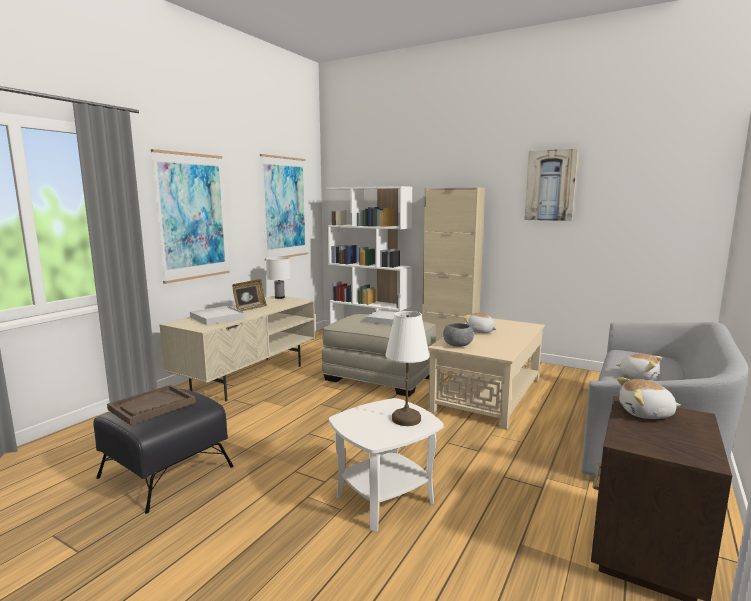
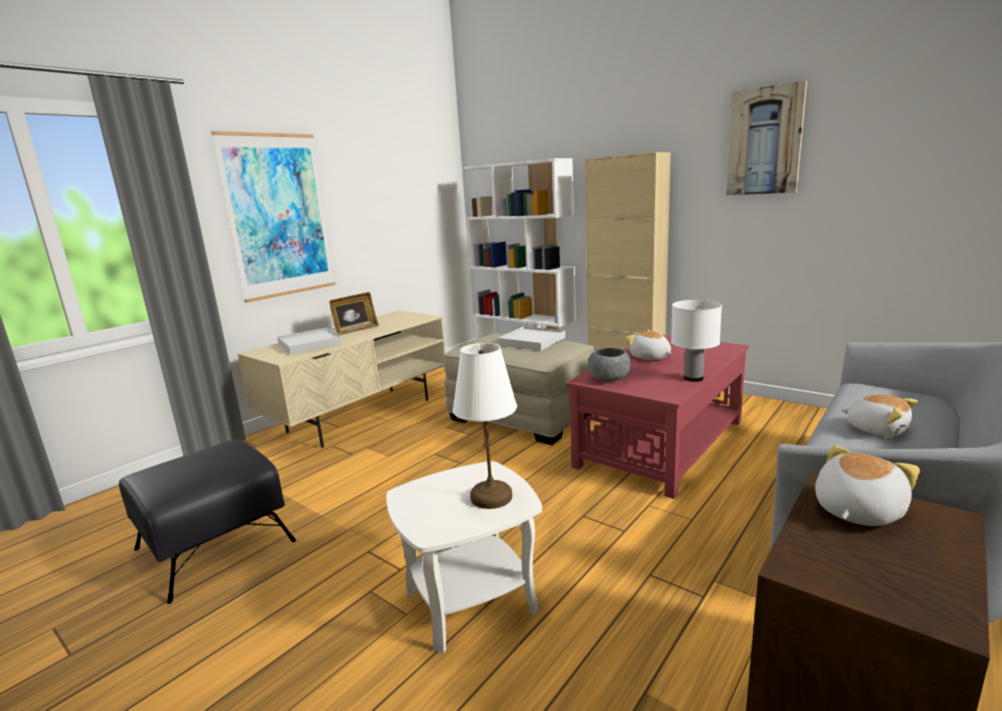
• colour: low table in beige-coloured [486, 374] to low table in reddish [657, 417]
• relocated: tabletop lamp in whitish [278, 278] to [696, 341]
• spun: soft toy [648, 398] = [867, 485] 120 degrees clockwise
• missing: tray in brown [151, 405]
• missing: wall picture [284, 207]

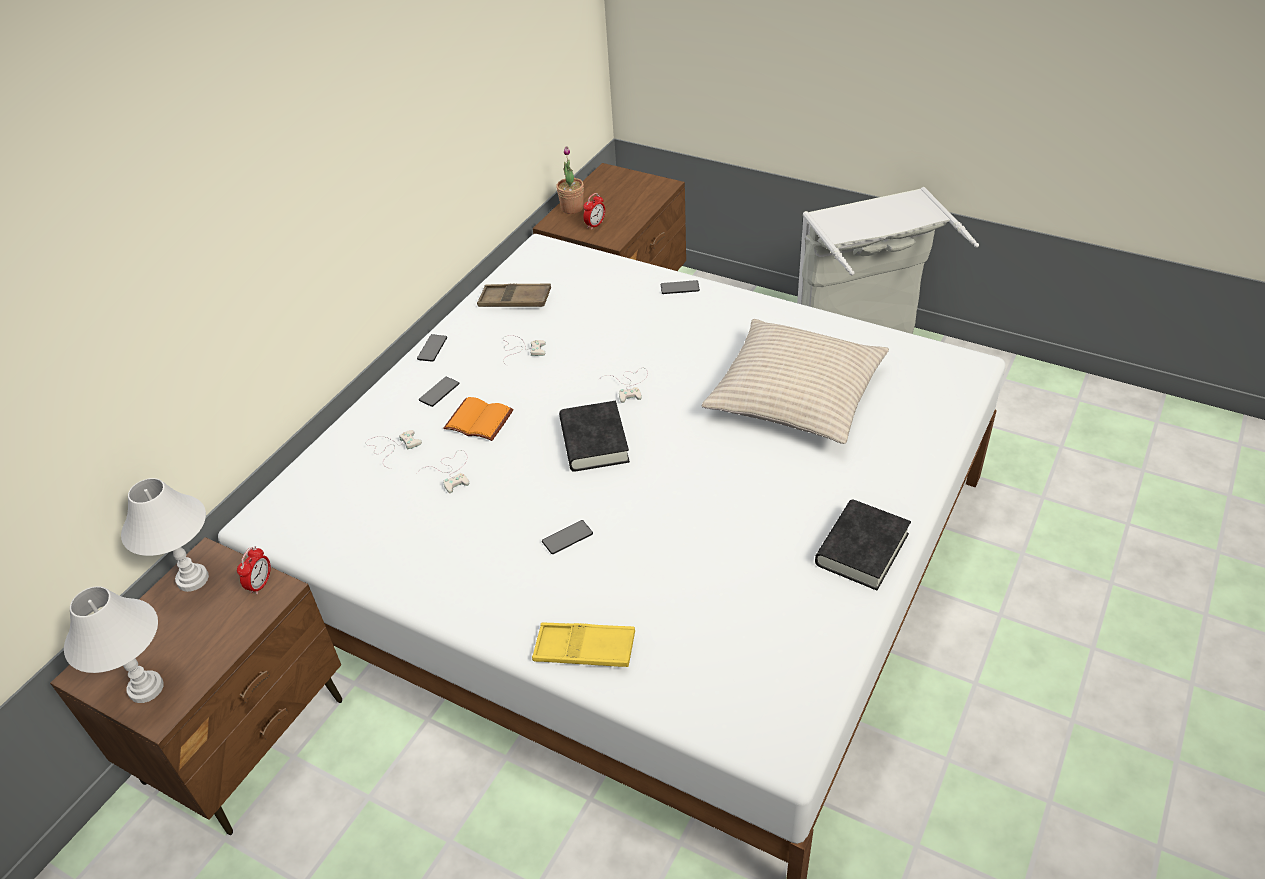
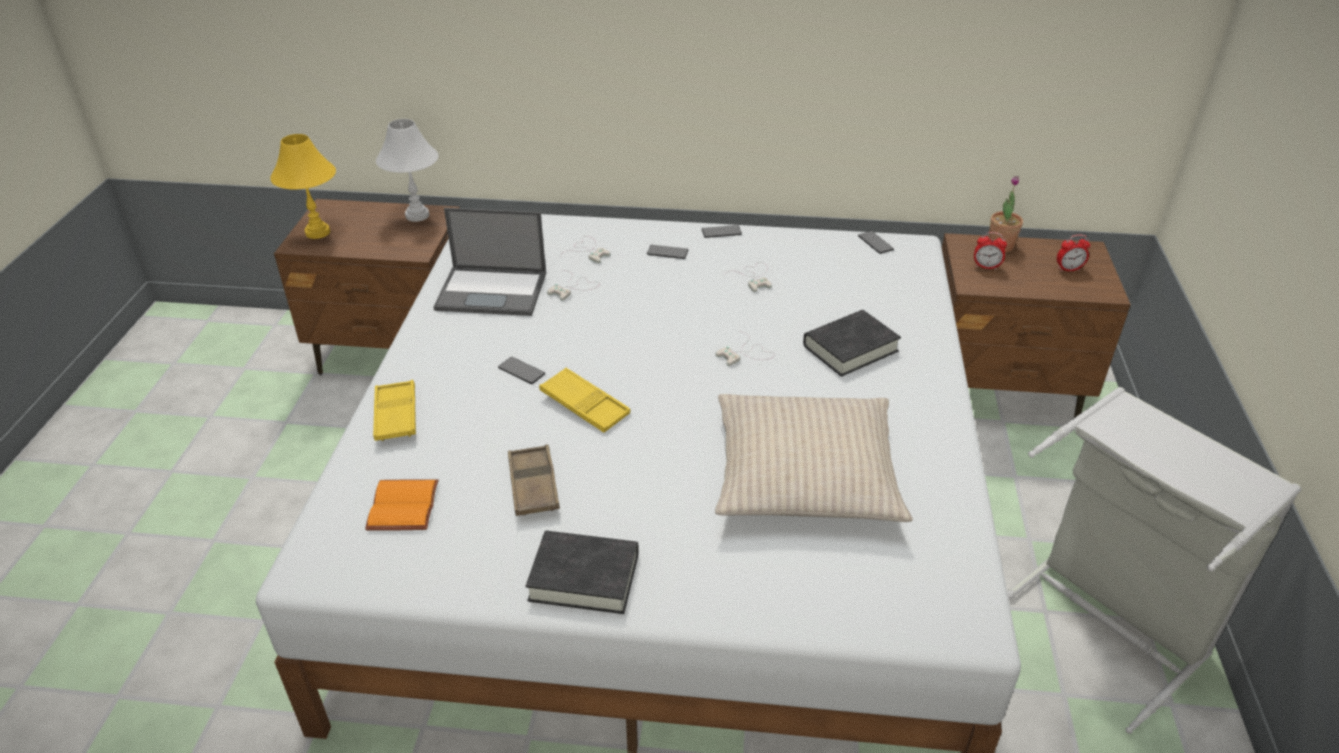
• colour: tabletop lamp in whitish [114, 644] to tabletop lamp in yellow-coloured [303, 186]
• relocated: volume in orange-coloured [478, 419] to [402, 504]
• appeared: portable computer [489, 262]
• relocated: tray in brown [514, 295] to [534, 480]
• appeared: tray in yellow-coloured [584, 400]
• relocated: volume in black [594, 436] to [852, 343]
• relocated: handset [680, 287] to [876, 242]
• relocated: table clock [254, 570] to [1073, 253]

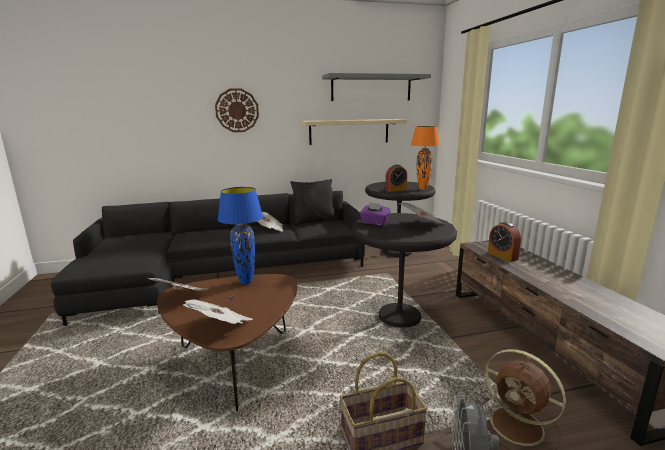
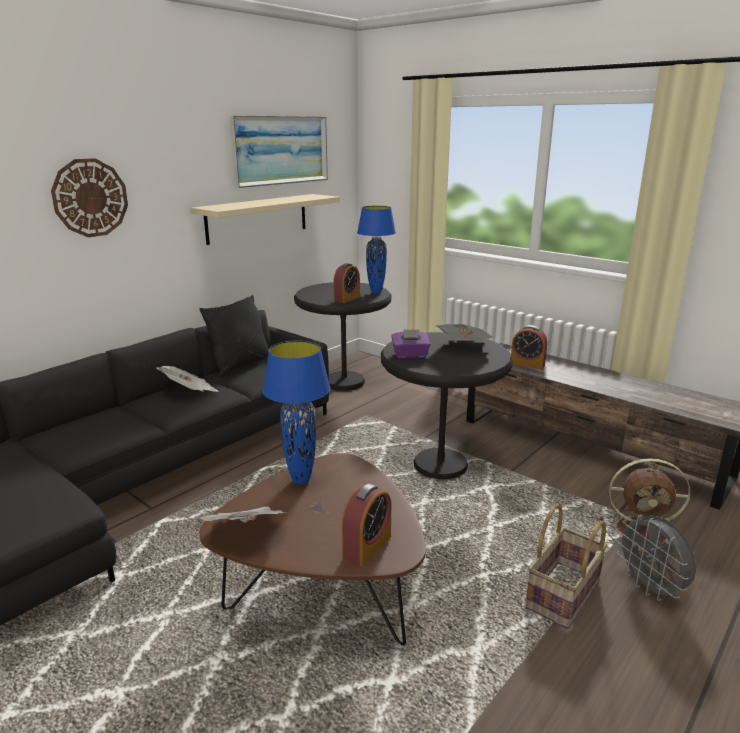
• exchanged: wall shelf in gray [376, 87] to wall picture [278, 151]
• exchanged: daily paper [218, 311] to table clock [366, 525]
• colour: tabletop lamp in orange-coloured [425, 158] to tabletop lamp in blue-coloured [376, 250]

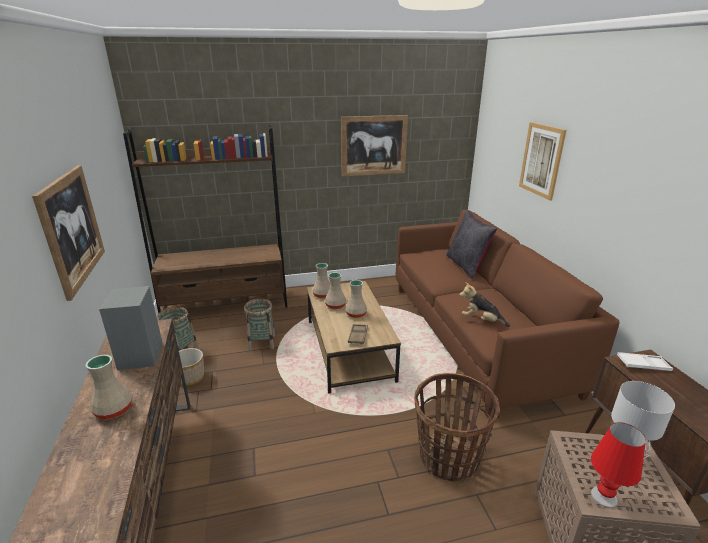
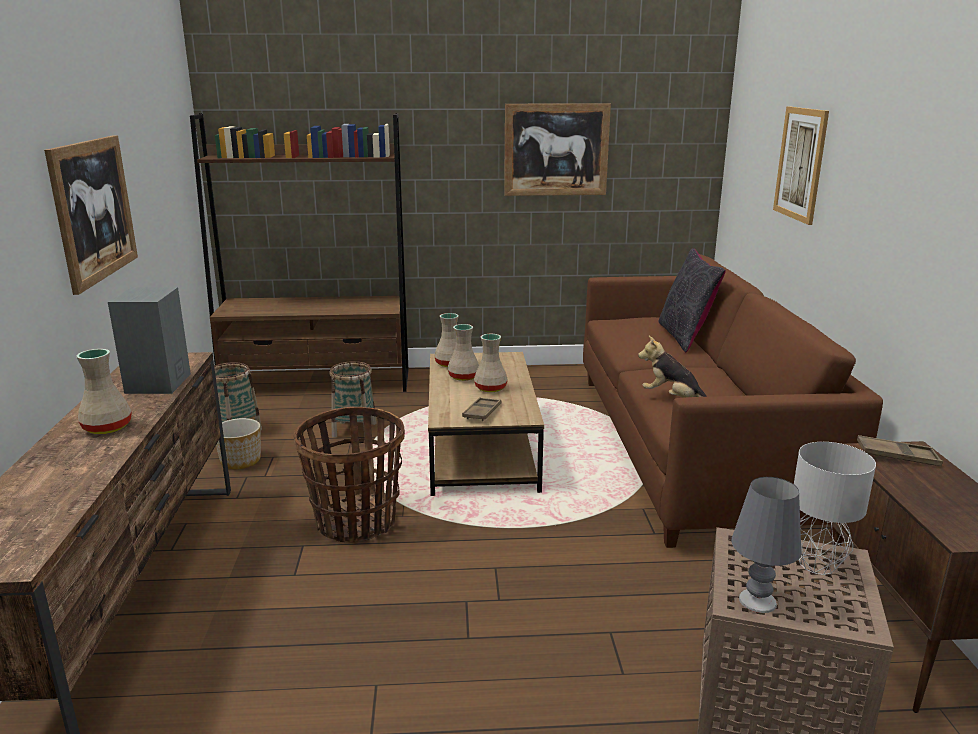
• relocated: household basket [457, 427] to [349, 475]
• colour: tabletop lamp in reddish [618, 465] to tabletop lamp in gray [766, 545]
• colour: tray in whitish [645, 361] to tray in brown [900, 450]

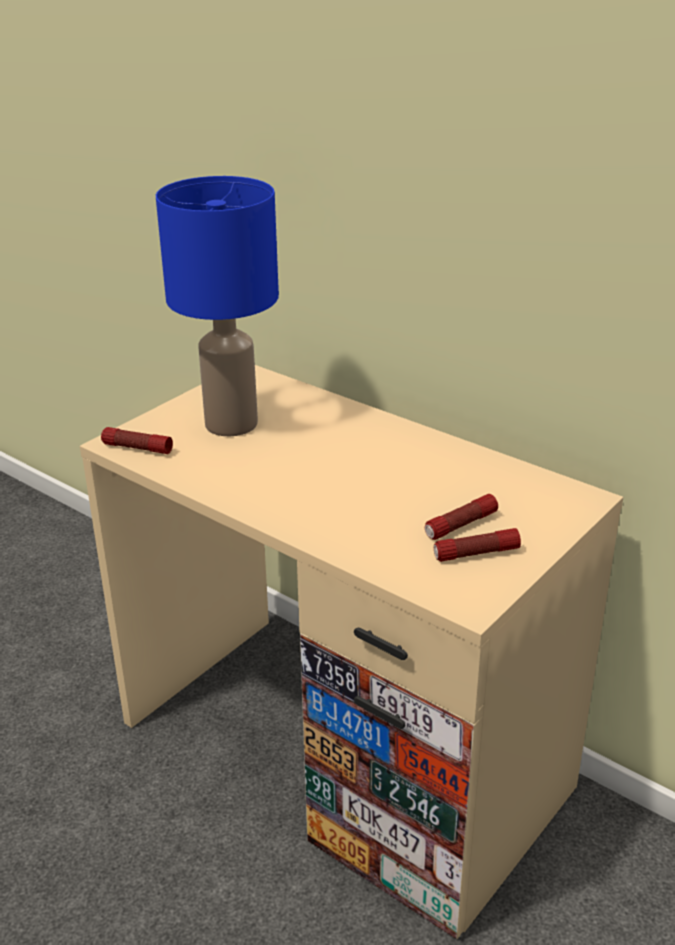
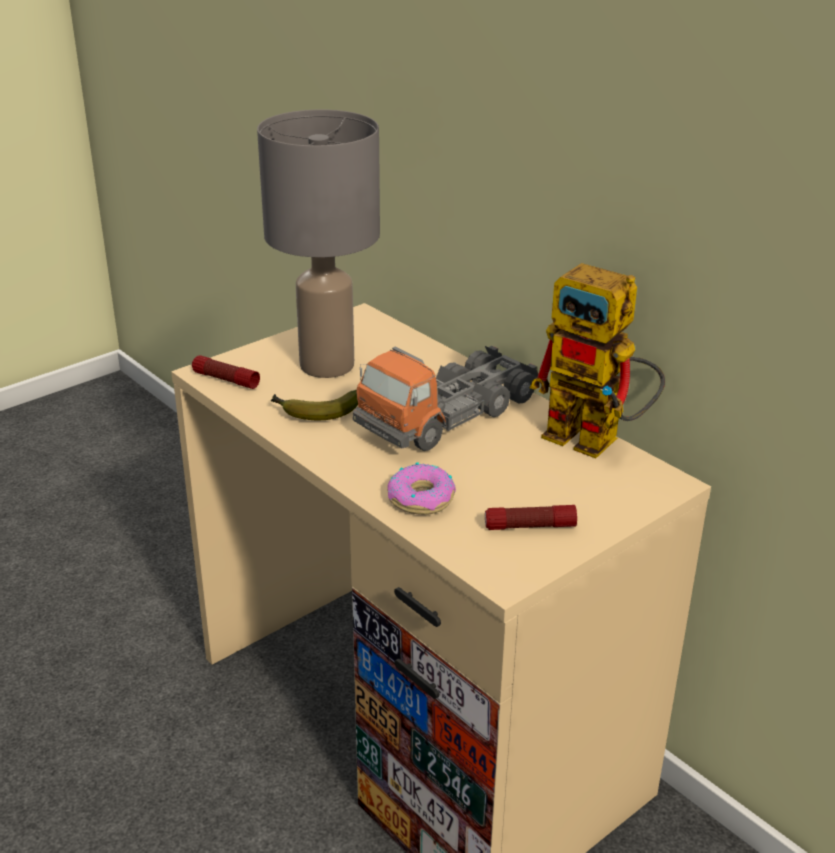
• colour: tabletop lamp in blue-coloured [217, 306] to tabletop lamp in gray [318, 243]
• appeared: whole banana [314, 405]
• appeared: model truck [445, 398]
• appeared: donut [421, 488]
• appeared: model robot [597, 360]
• missing: flashlight [461, 517]

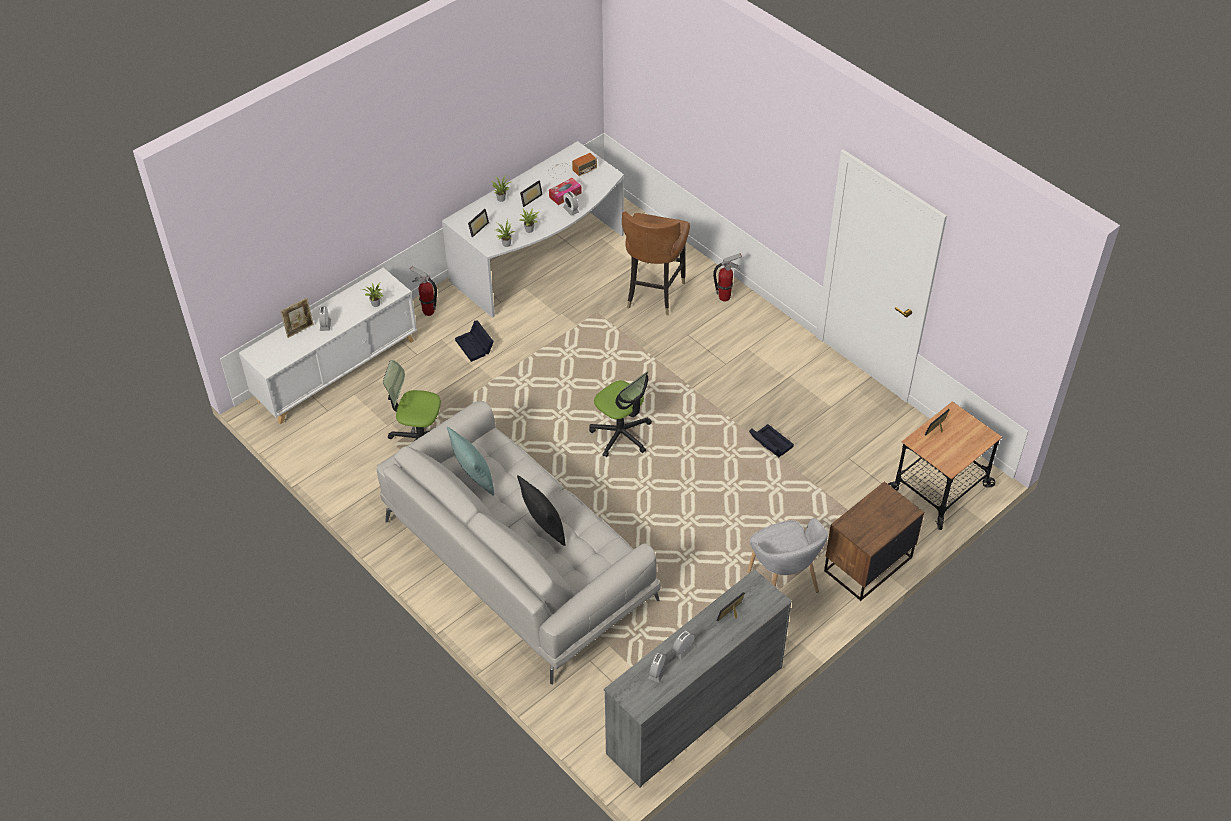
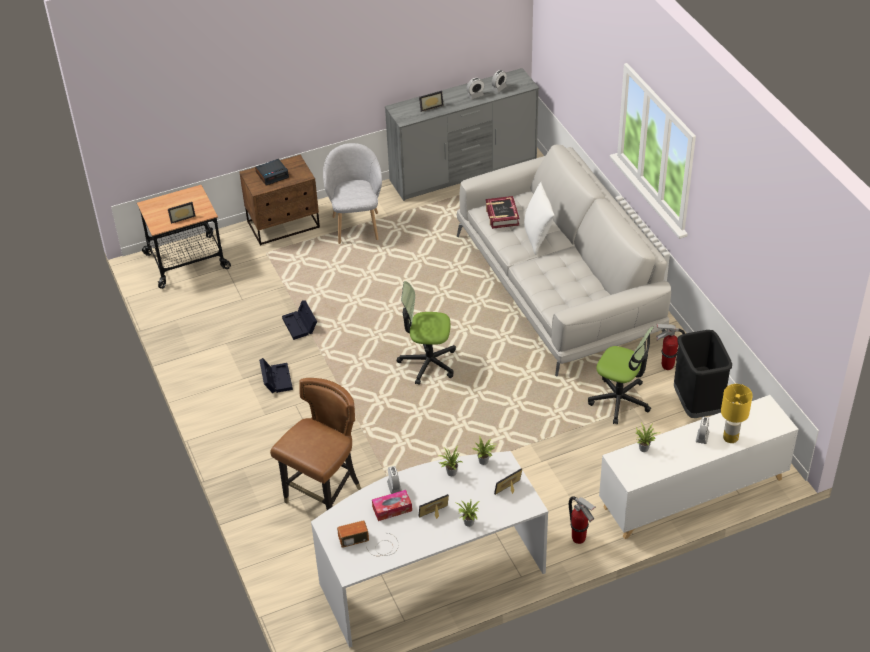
• appeared: table clock [272, 172]
• relocated: storage box in black [474, 341] to [276, 375]
• spun: computer chair [620, 414] = [426, 333] 60 degrees counterclockwise
• appeared: volume [503, 212]
• colour: throw pillow in black [541, 510] to throw pillow in whitish [539, 218]
• relocated: fire-fighting cylinder [727, 277] to [670, 347]
• appeared: rubbish bin in black [703, 374]
• exchanged: standing frame [297, 318] to tabletop lamp in yellow-coloured [737, 413]
• missing: throw pillow in turquoise-coloured [470, 460]

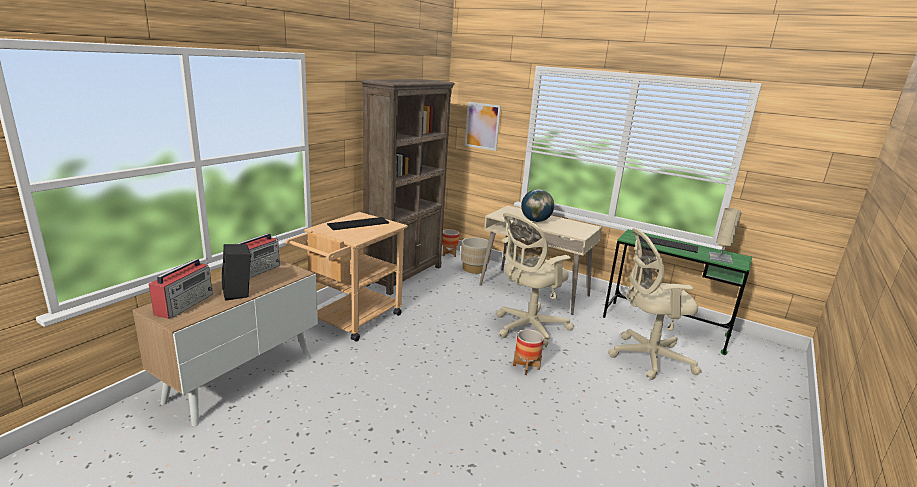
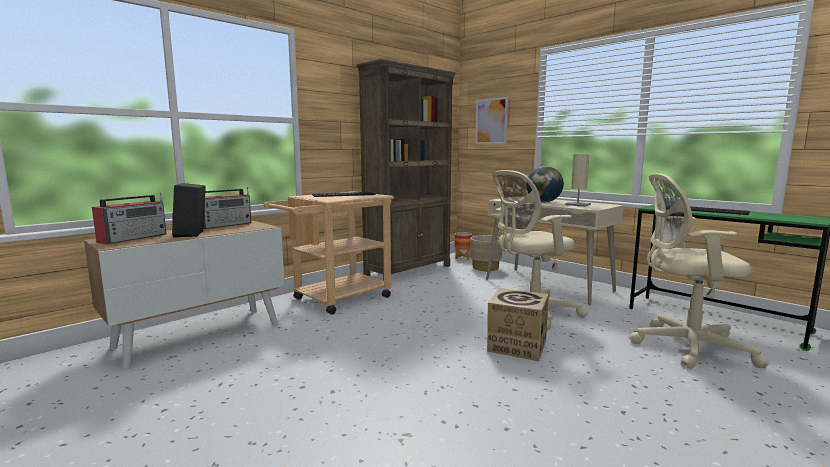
• exchanged: plant pot [528, 352] to cardboard box [518, 324]
• relocated: tabletop lamp in beige-coloured [725, 236] to [578, 180]

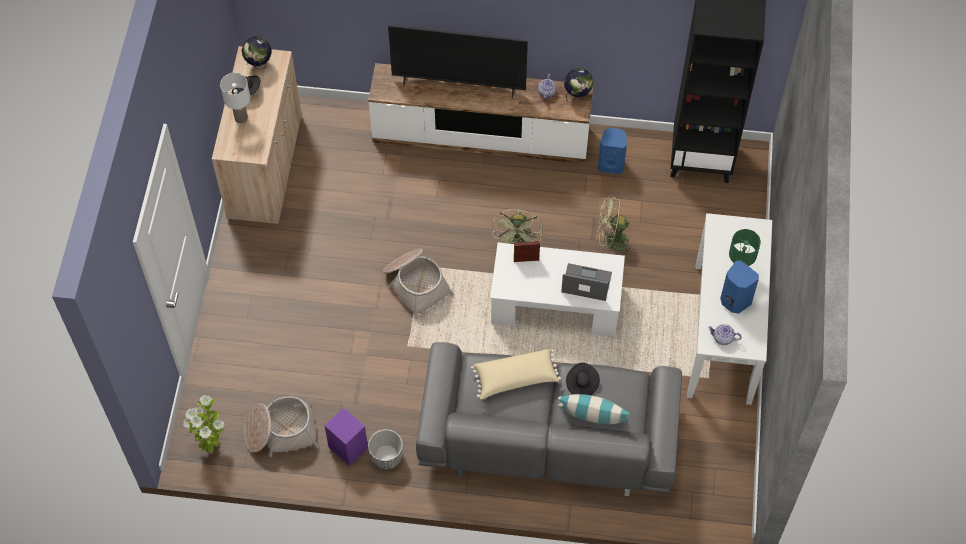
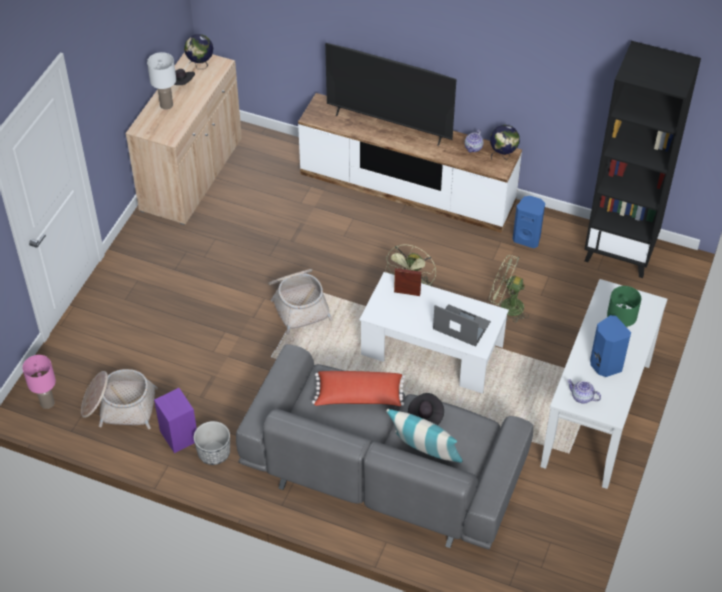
• exchanged: plant in a pot [204, 424] to tabletop lamp in pink-coloured [39, 382]
• colour: throw pillow in beige-coloured [516, 374] to throw pillow in reddish [359, 388]

